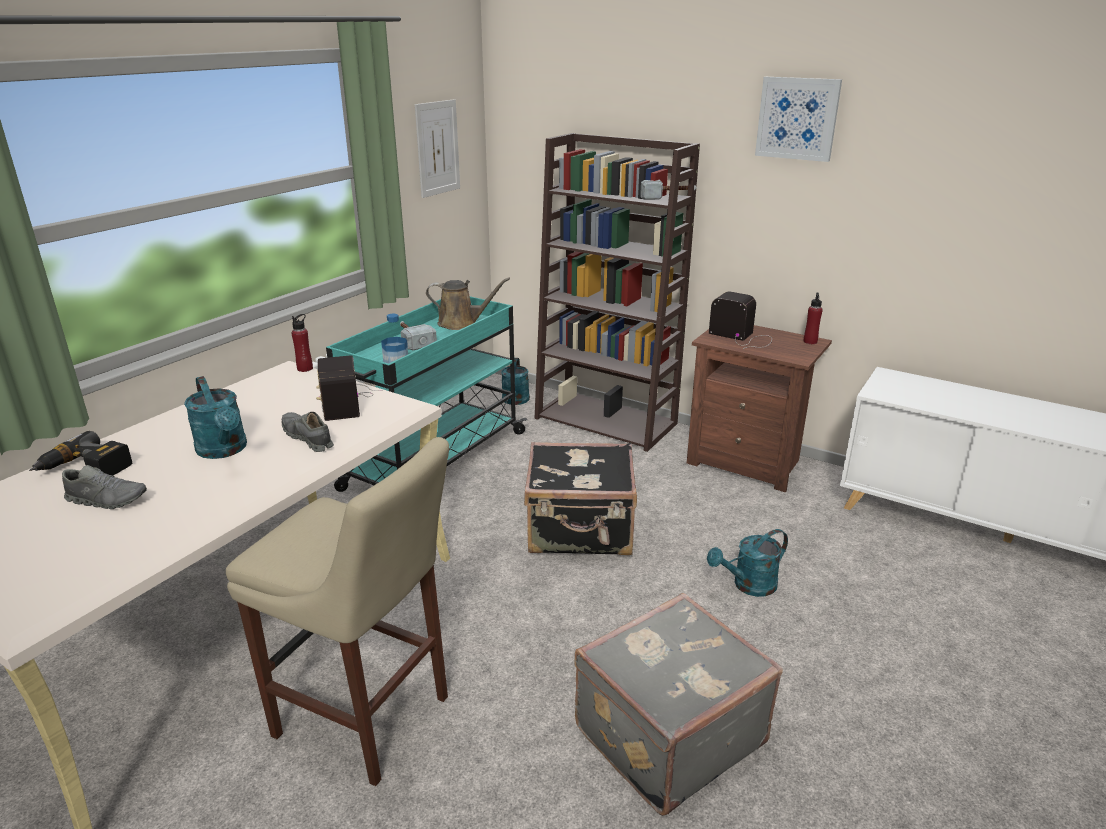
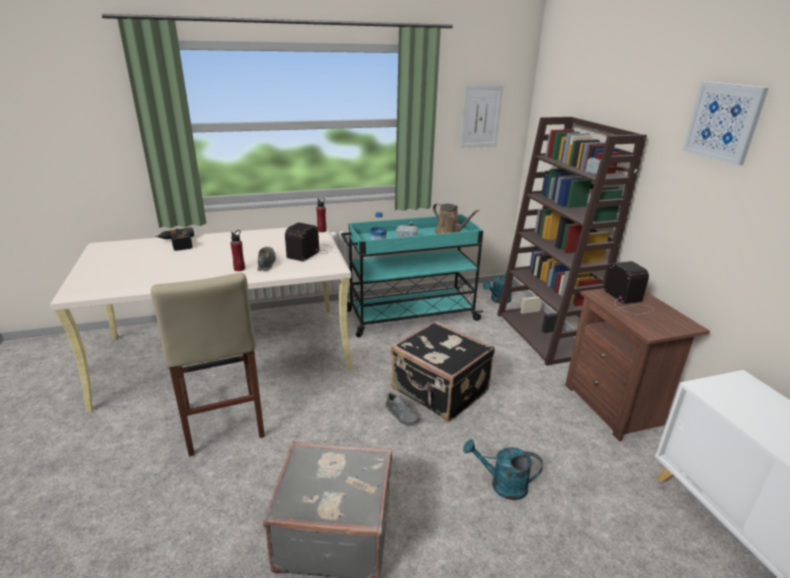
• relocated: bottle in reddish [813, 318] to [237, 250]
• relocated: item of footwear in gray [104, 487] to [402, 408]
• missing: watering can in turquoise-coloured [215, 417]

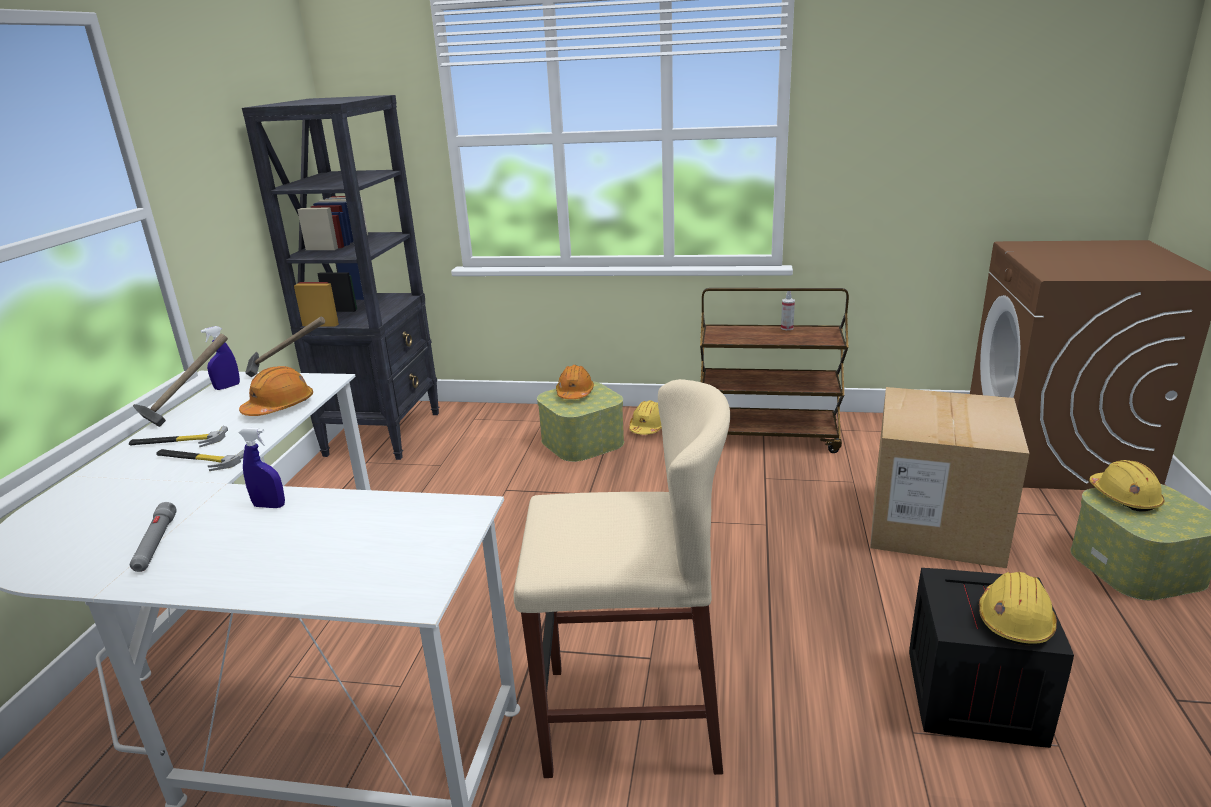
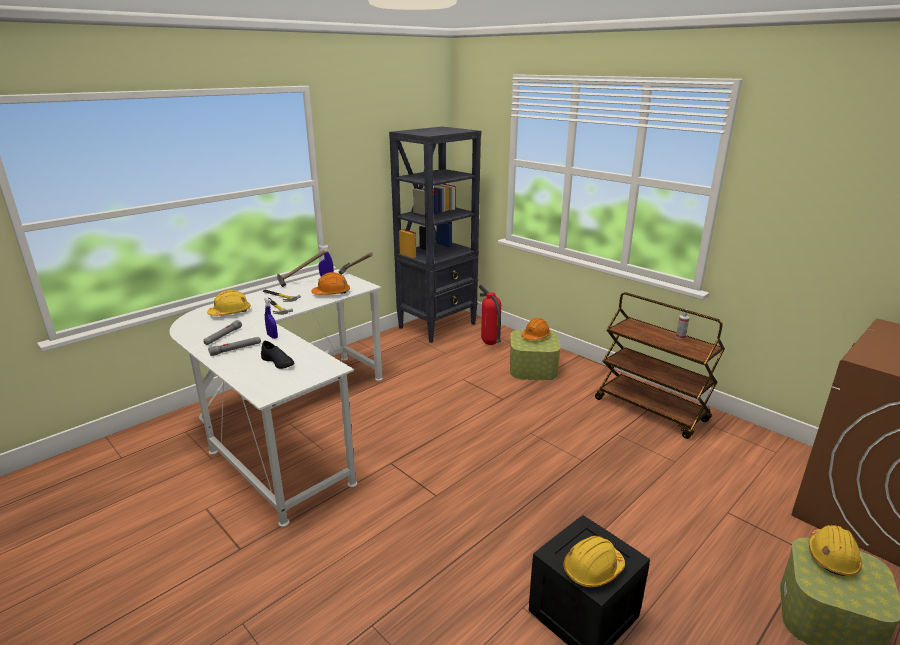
• relocated: work helmet in yellow-coloured [645, 417] to [229, 303]
• appeared: flashlight in gray [234, 346]
• appeared: item of footwear in black [278, 355]
• appeared: fire-fighting cylinder [490, 314]
• missing: sitting stool in beige-coloured [622, 578]
• missing: cardboard box [949, 477]

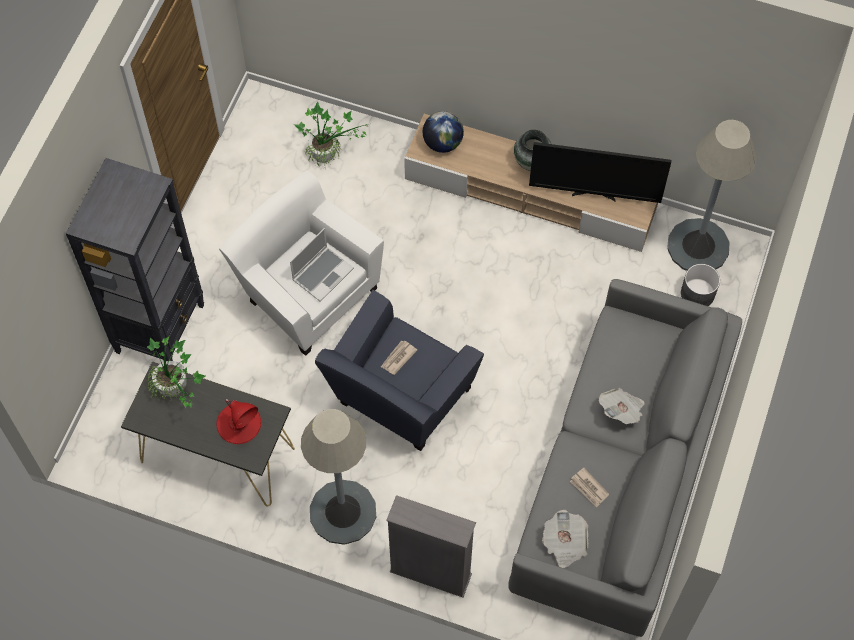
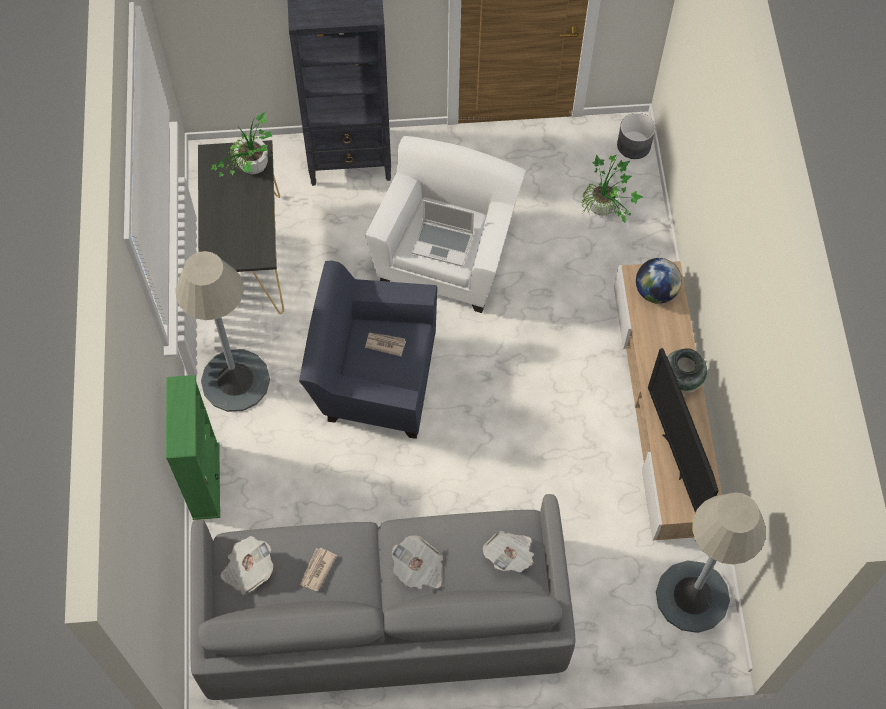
• colour: shelving unit in gray [431, 546] to shelving unit in green-coloured [193, 447]
• appeared: daily paper [508, 551]
• relocated: plant pot in gray [700, 285] to [636, 136]
• missing: tabletop lamp in reddish [238, 421]

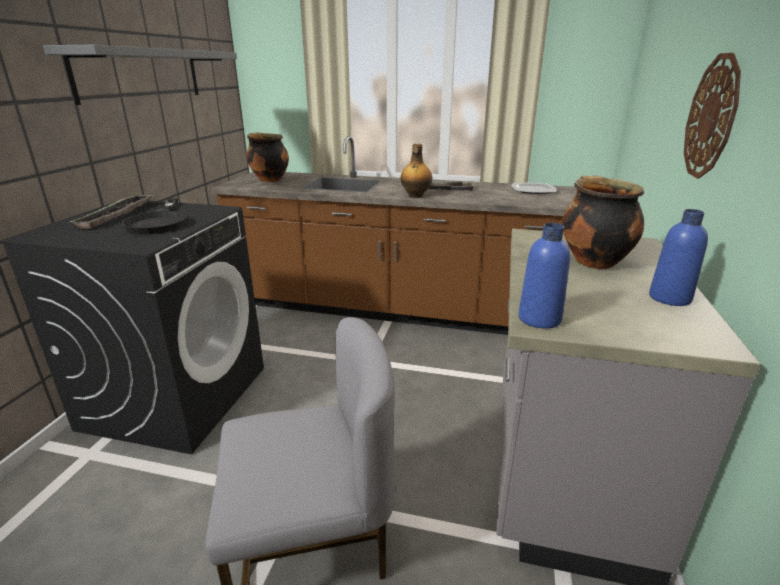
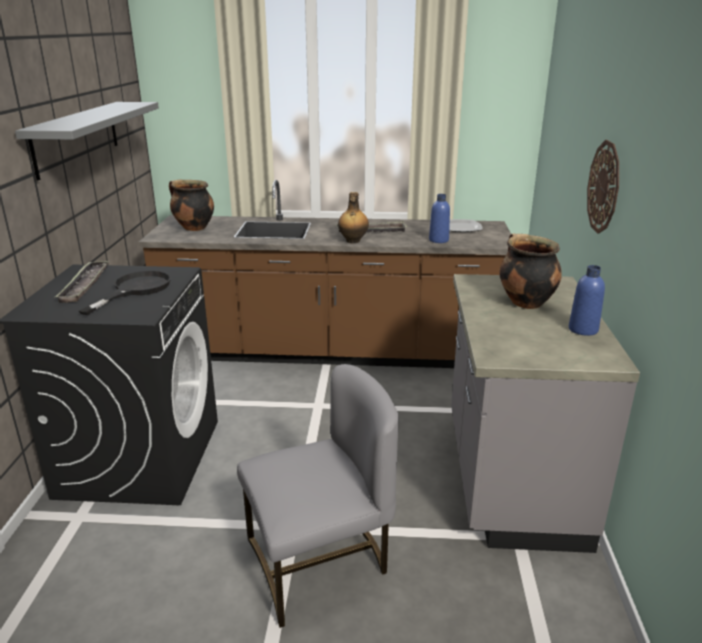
• spun: frying pan in black [154, 216] = [125, 292] 135 degrees counterclockwise
• relocated: bottle in blue-coloured [544, 276] to [439, 218]

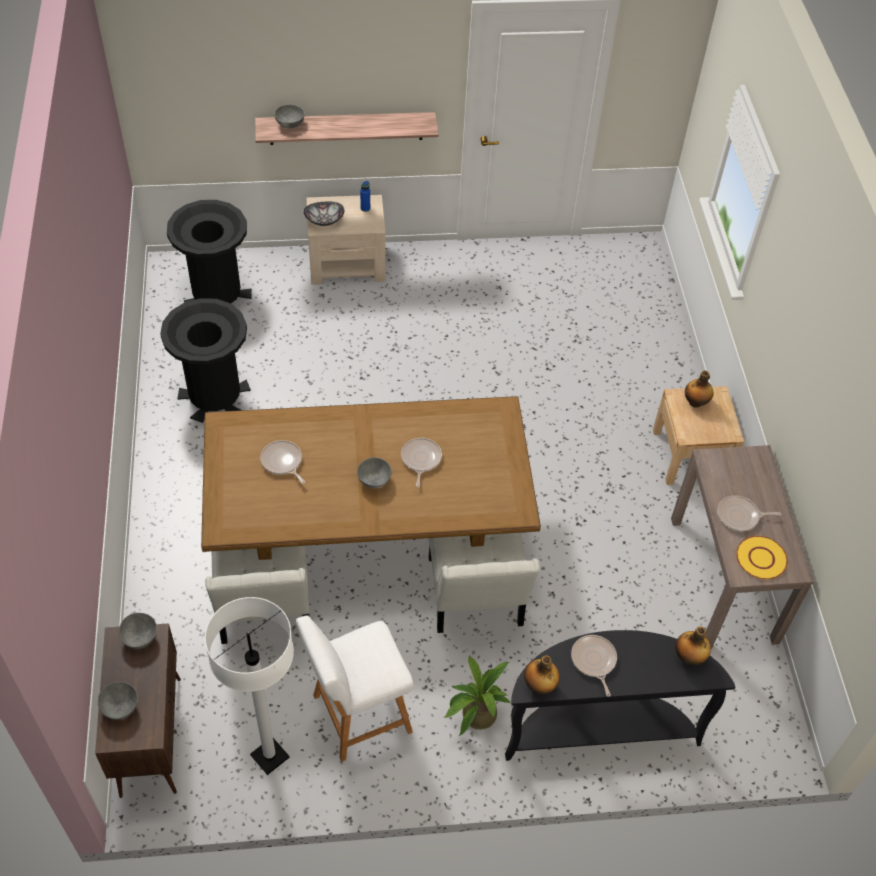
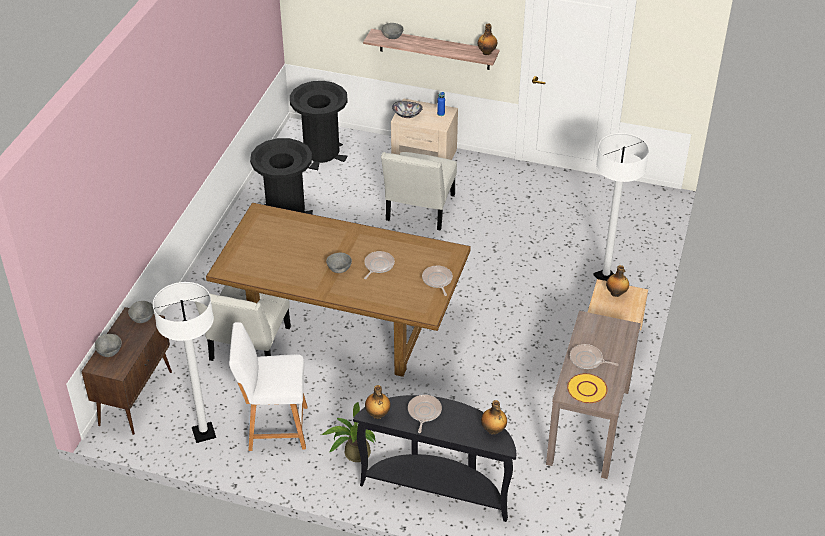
• relocated: chair in whitish [484, 583] to [419, 191]
• relocated: frying pan [282, 462] to [437, 281]
• appeared: bottle [487, 39]
• appeared: floor lamp in whitish [621, 207]

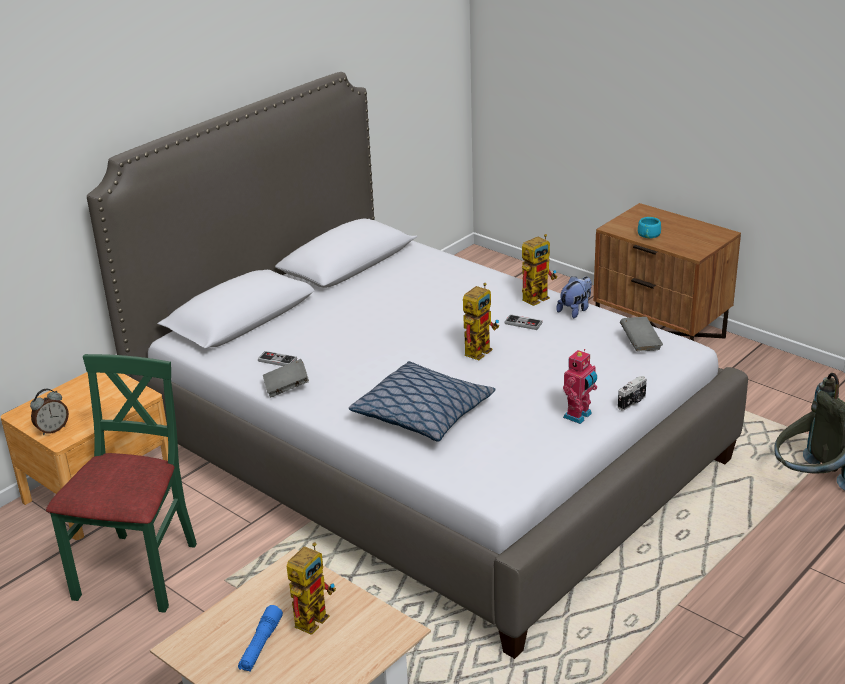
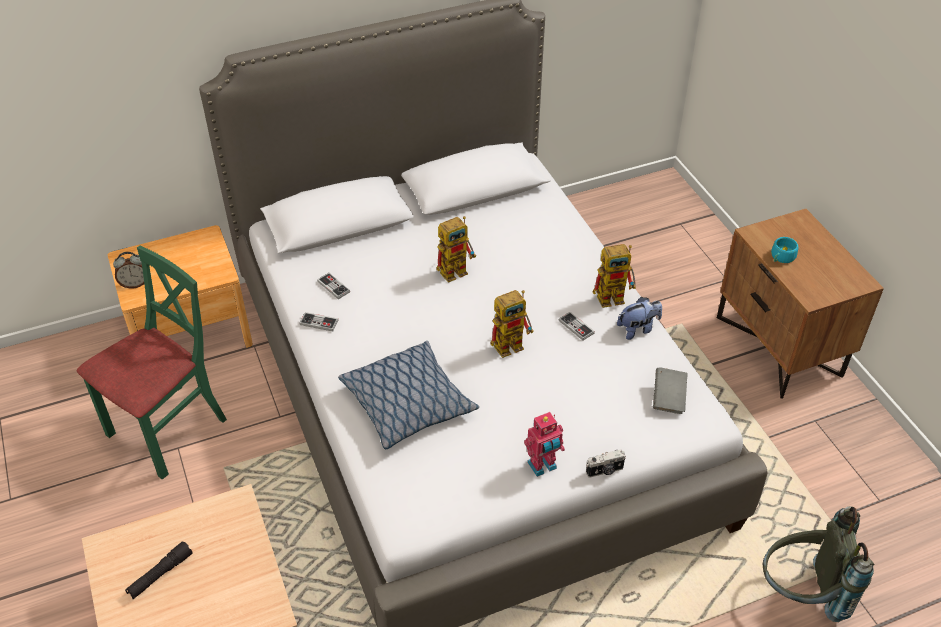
• colour: flashlight in blue-coloured [260, 638] to flashlight in black [159, 570]
• exchanged: volume in gray [286, 378] to joypad [319, 321]
• relocated: model robot [311, 588] to [456, 249]

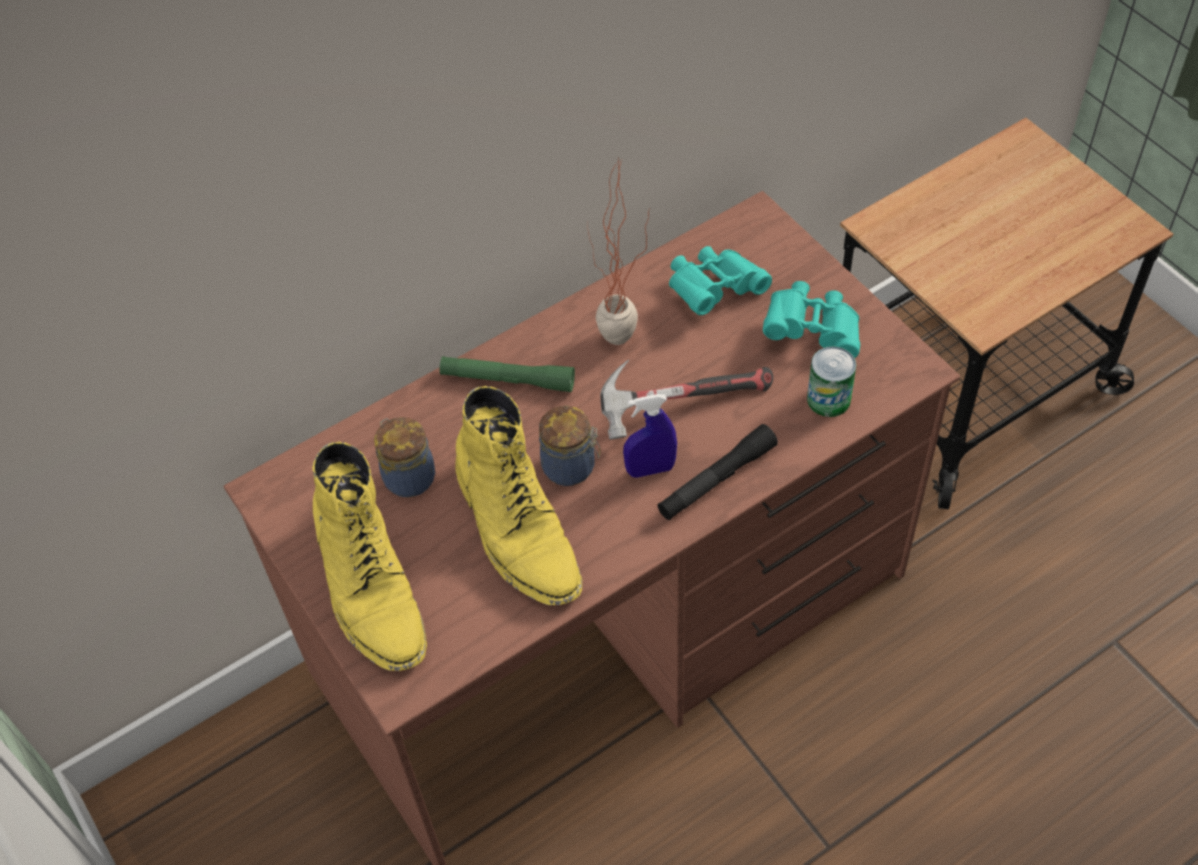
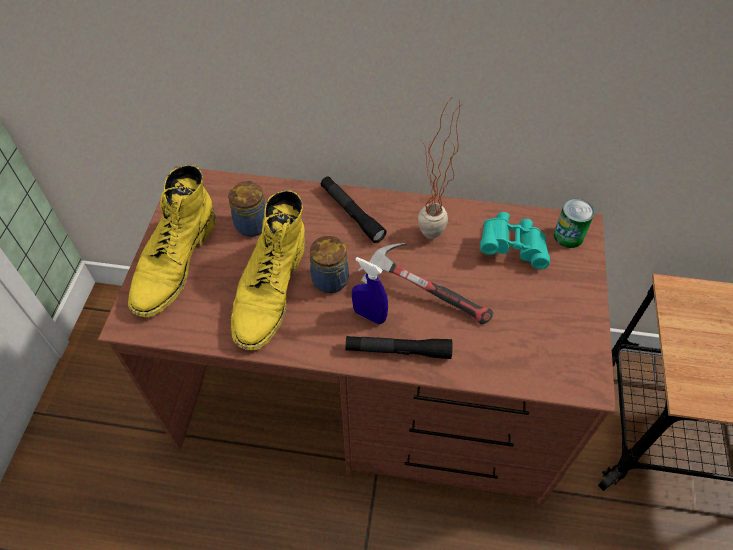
• colour: flashlight in green-coloured [507, 374] to flashlight in black [354, 209]
• relocated: sealed can [831, 381] to [574, 223]
• missing: field glasses in turquoise-coloured [811, 319]

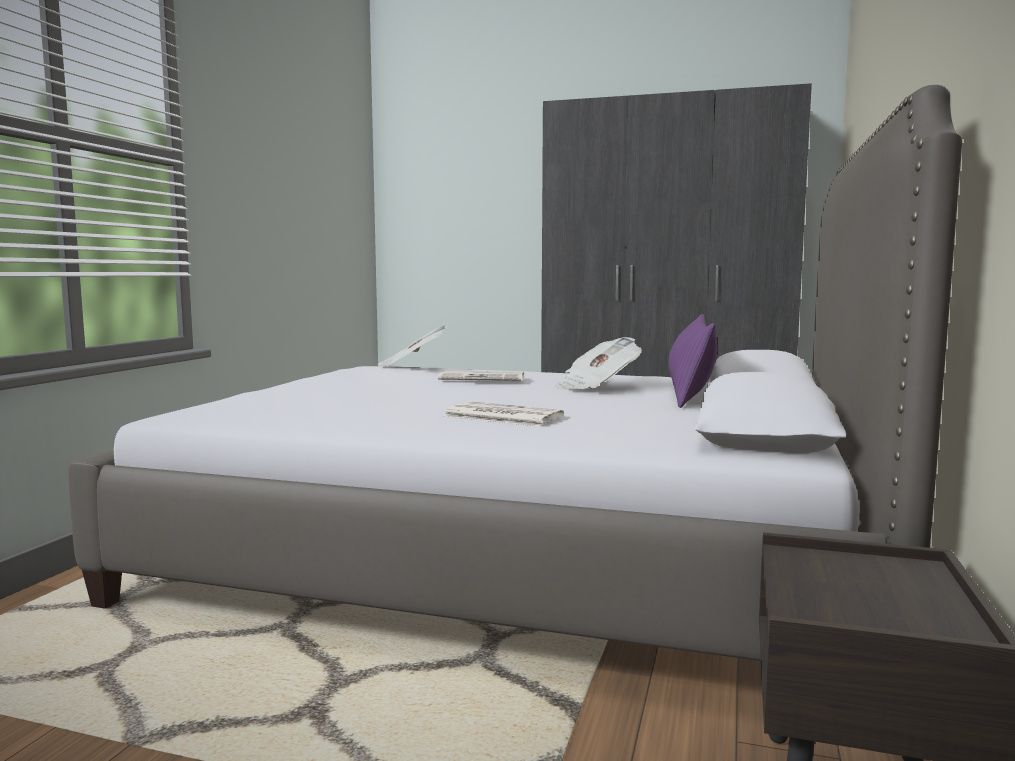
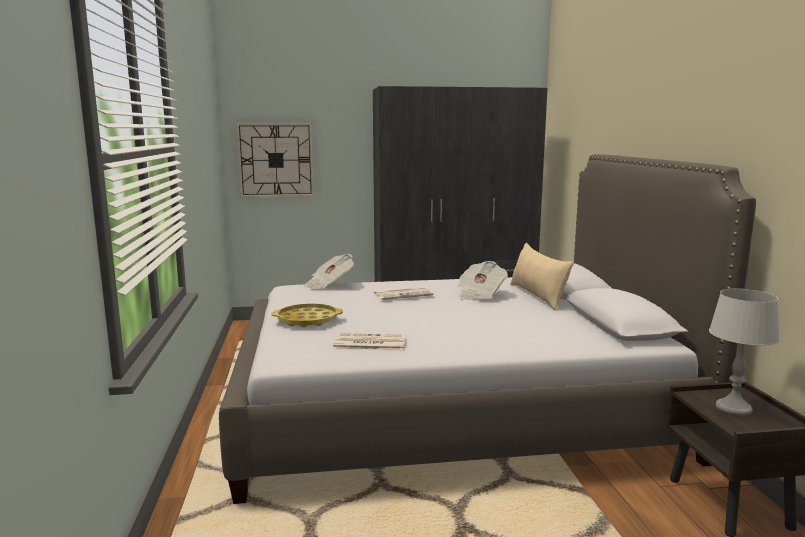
• appeared: wall clock [275, 160]
• appeared: tray in yellow-coloured [307, 315]
• relocated: daily paper [503, 414] to [369, 342]
• colour: throw pillow in purple [692, 361] to throw pillow in beige-coloured [542, 276]
• appeared: tabletop lamp in gray [744, 352]

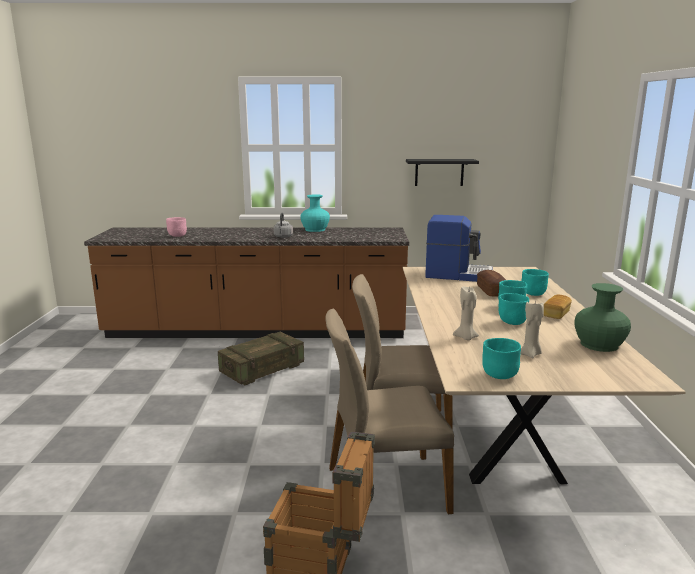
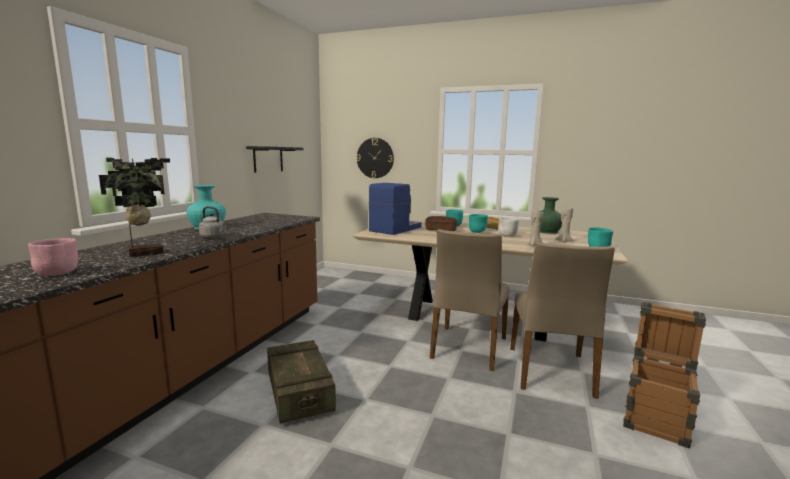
• appeared: plant in a pot [134, 207]
• appeared: wall clock [375, 158]
• colour: bowl in turquoise-coloured [513, 309] to bowl in whitish [508, 227]

